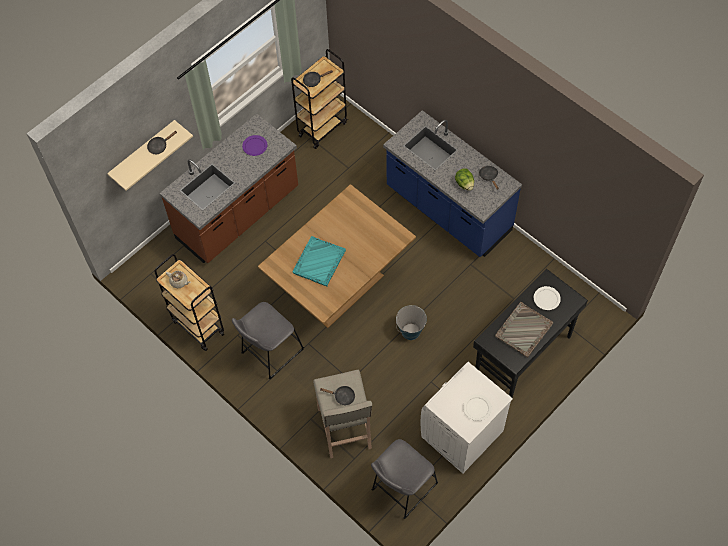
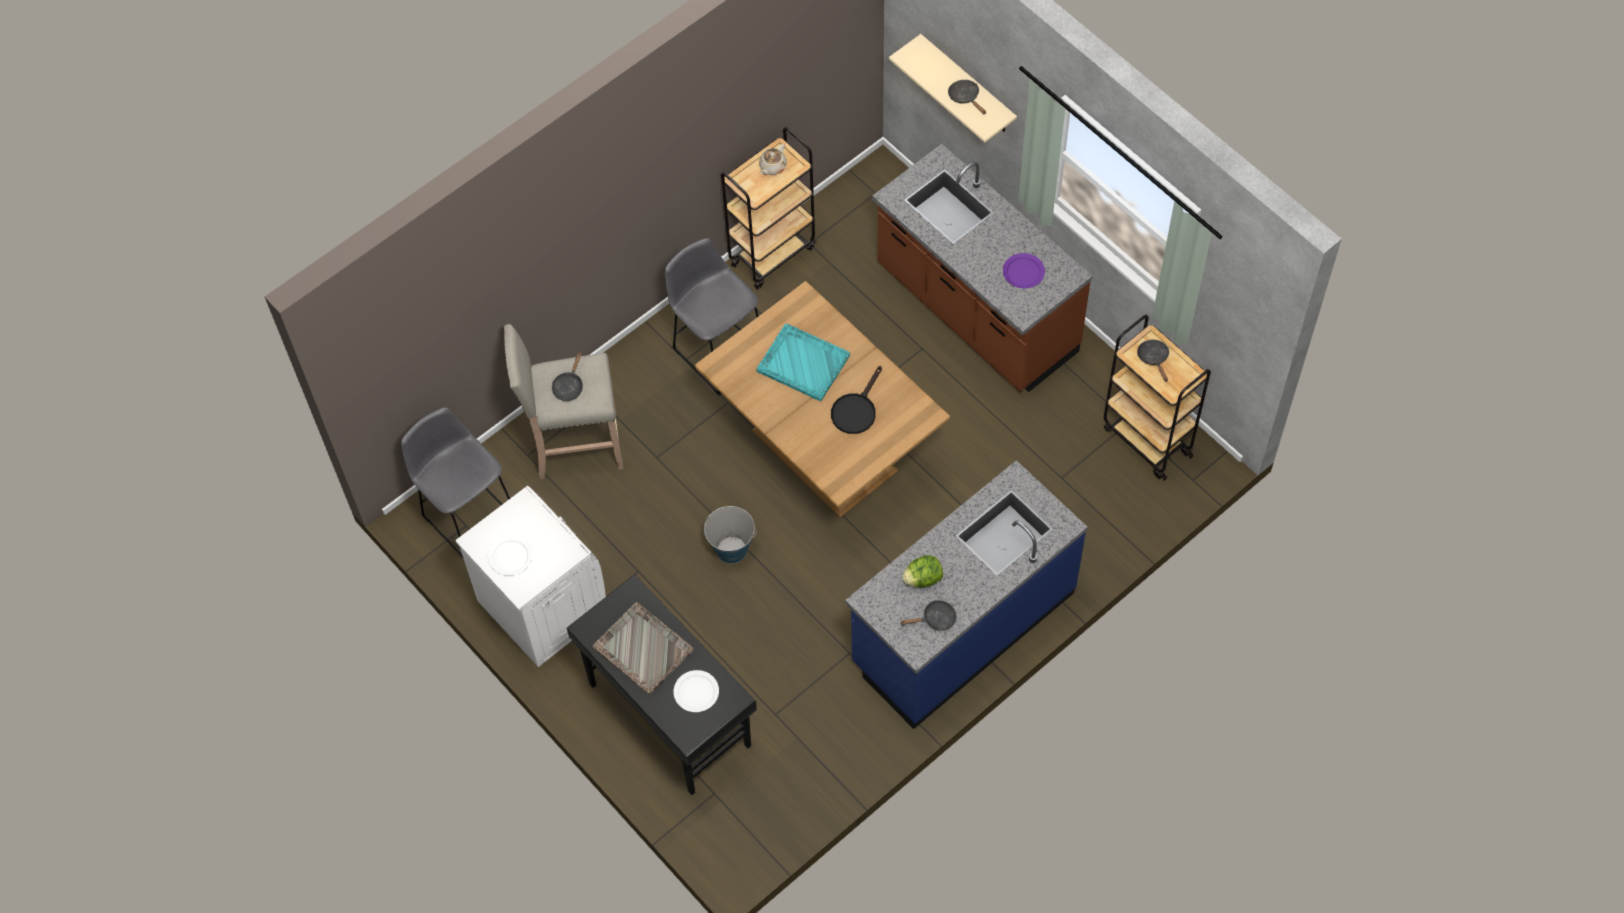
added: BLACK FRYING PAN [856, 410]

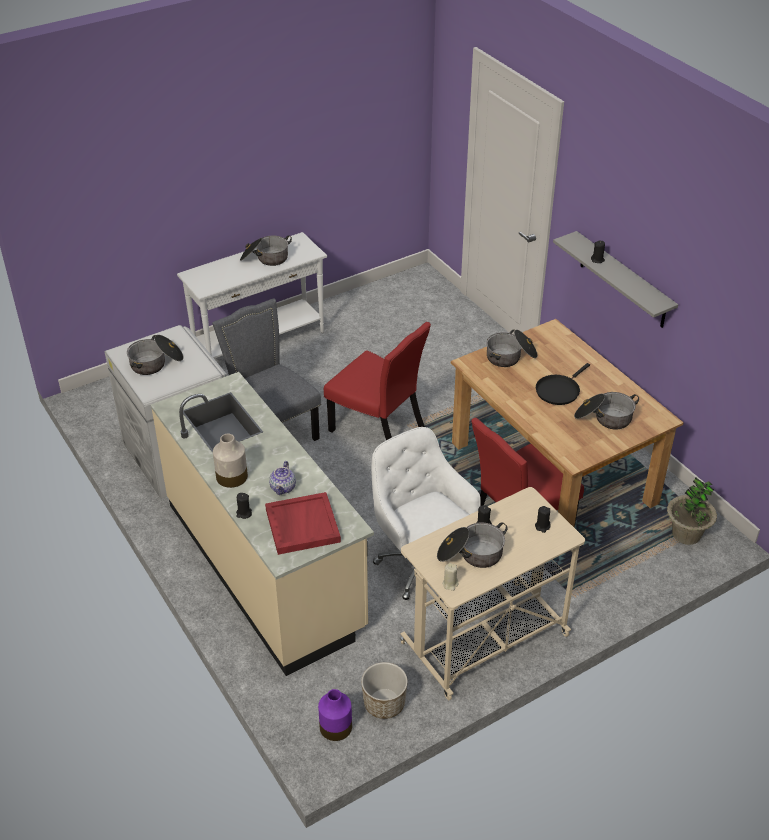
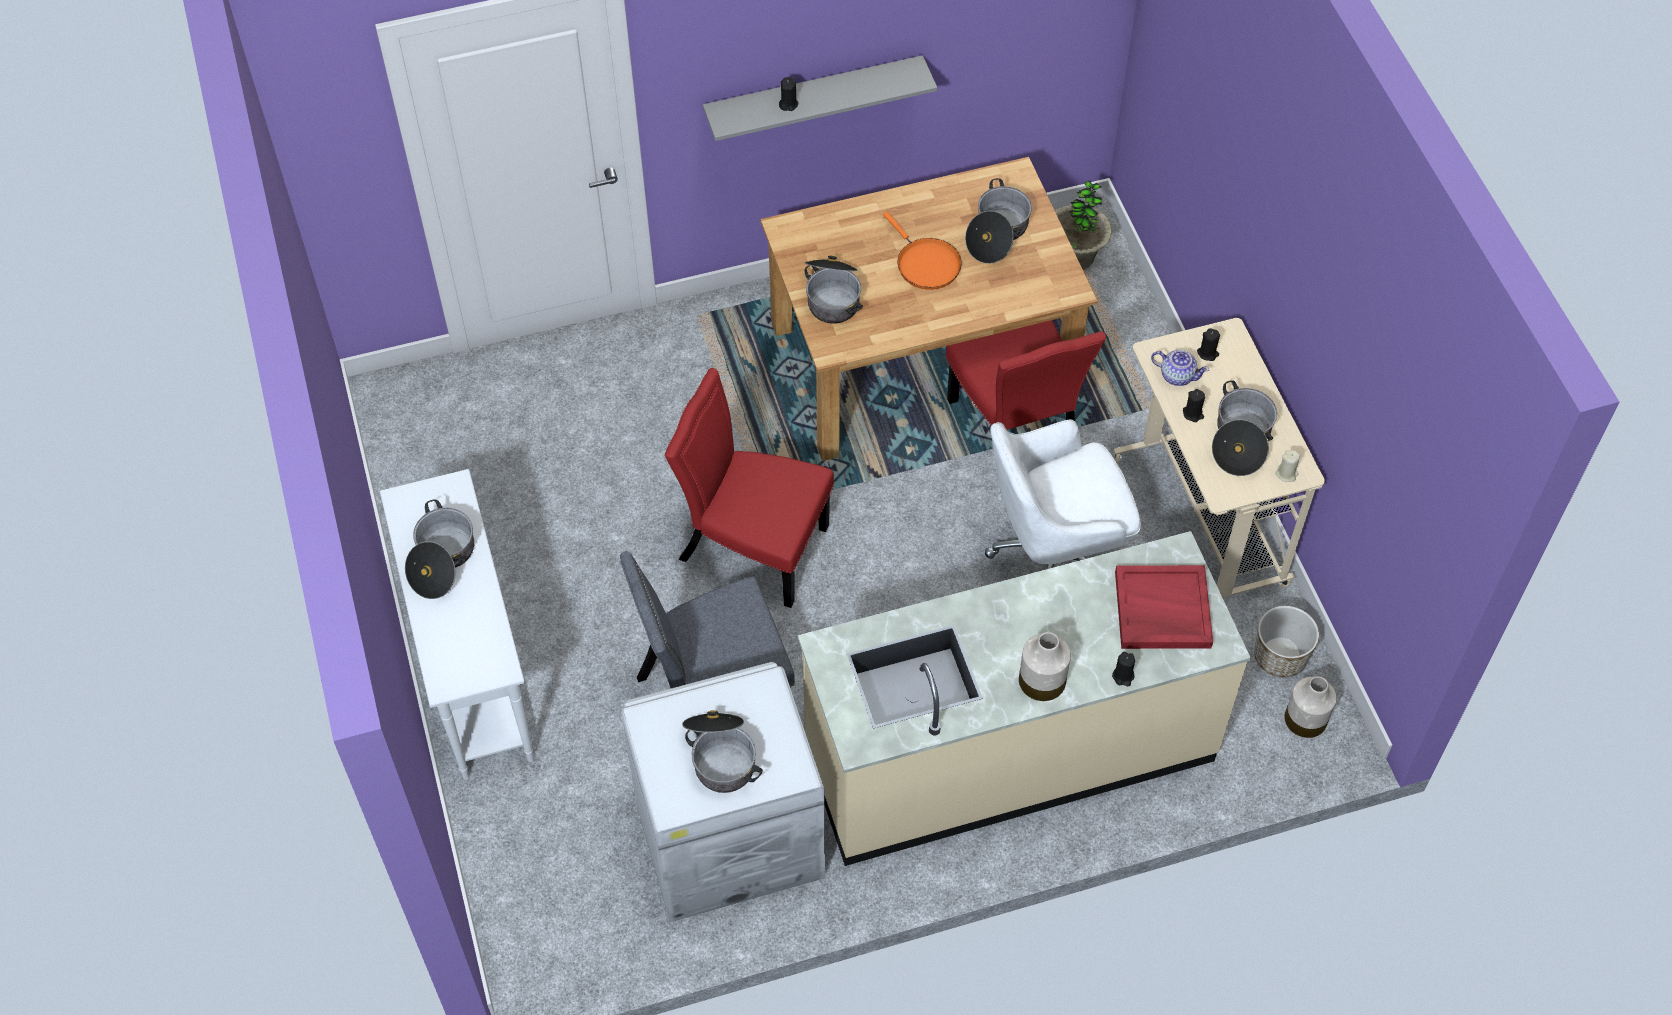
moved: TEAPOT [283, 487] to [1177, 375]
recoloured: PURPLE VASE [335, 727] to BEIGE VASE [1306, 719]; BLACK FRYING PAN [559, 390] to ORANGE FRYING PAN [925, 264]
turned: RED CHAIR [377, 427] = [755, 548] 120 degrees counterclockwise

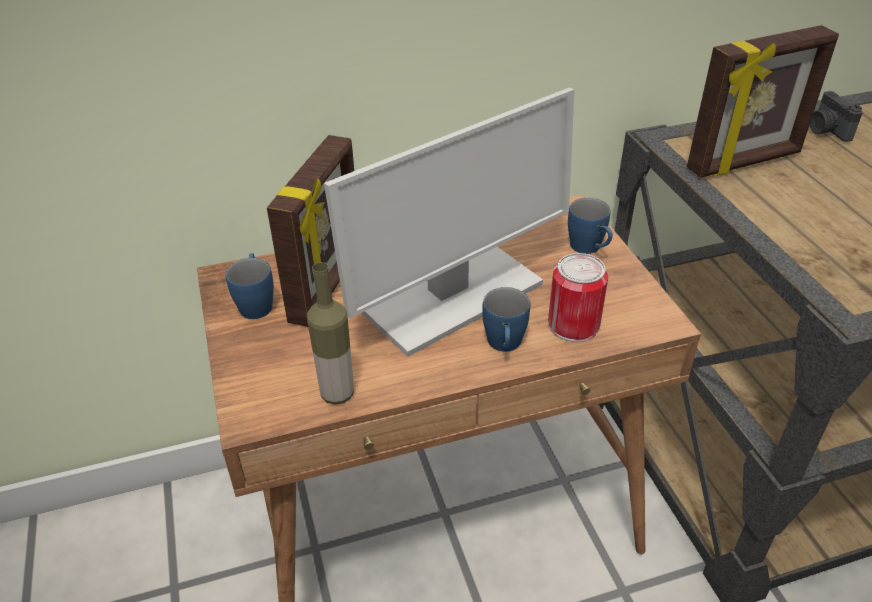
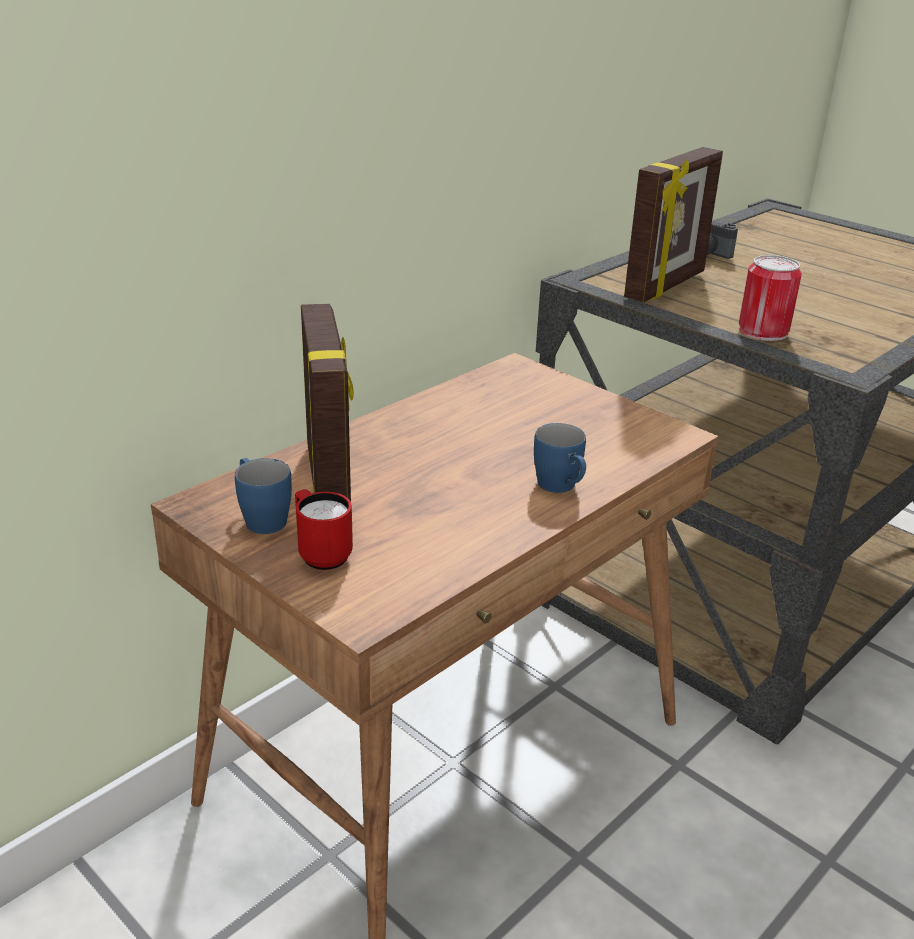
removed: BOTTLE [337, 394]; MONITOR [451, 299]; BLUE MUG [589, 249]
added: RED MUG [320, 553]
moved: CAN [573, 325] to [763, 331]

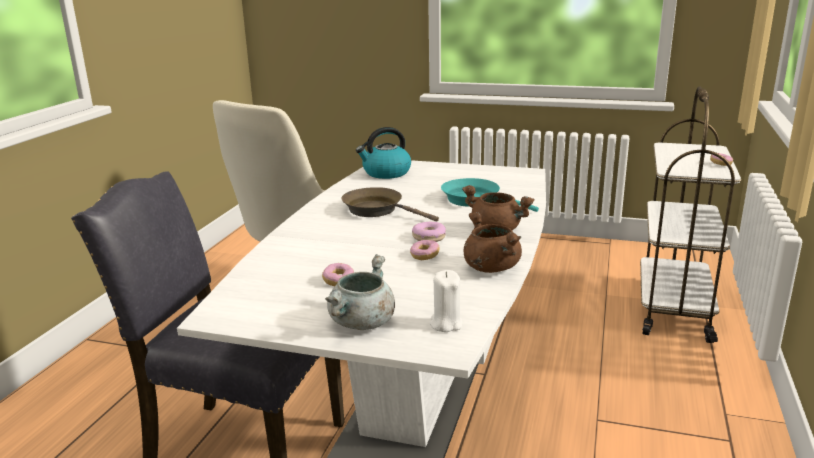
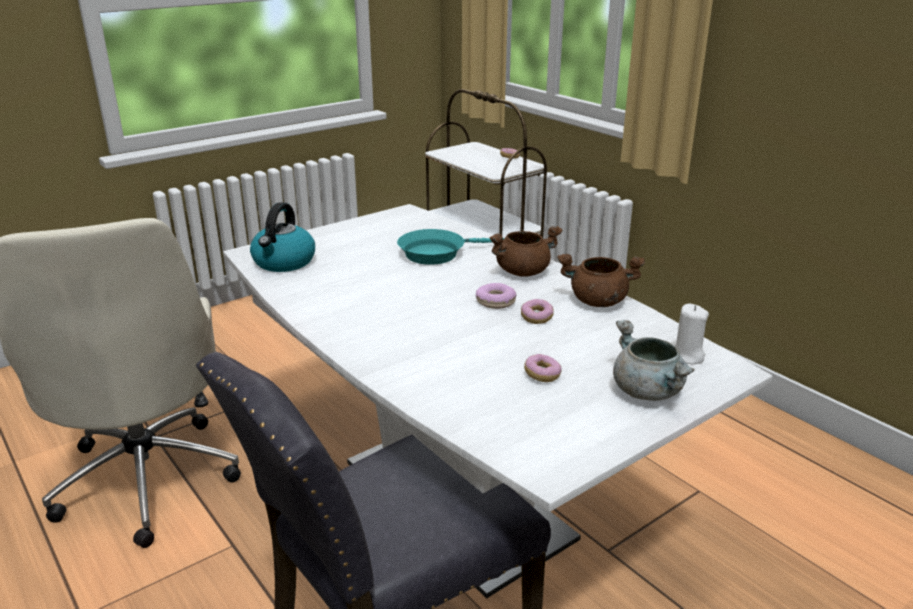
removed: BROWN FRYING PAN [377, 210]

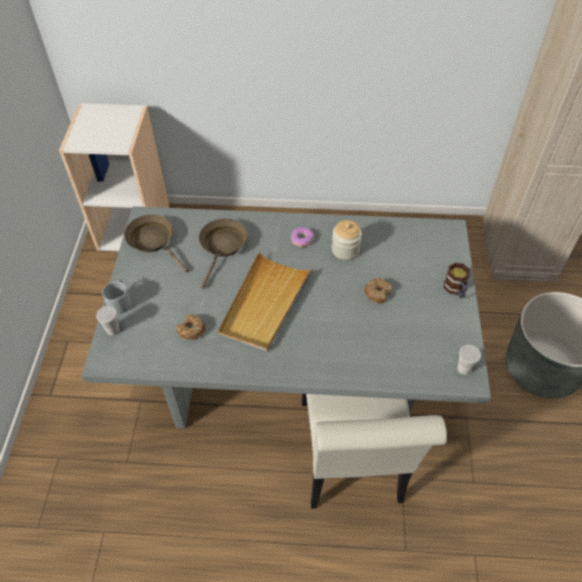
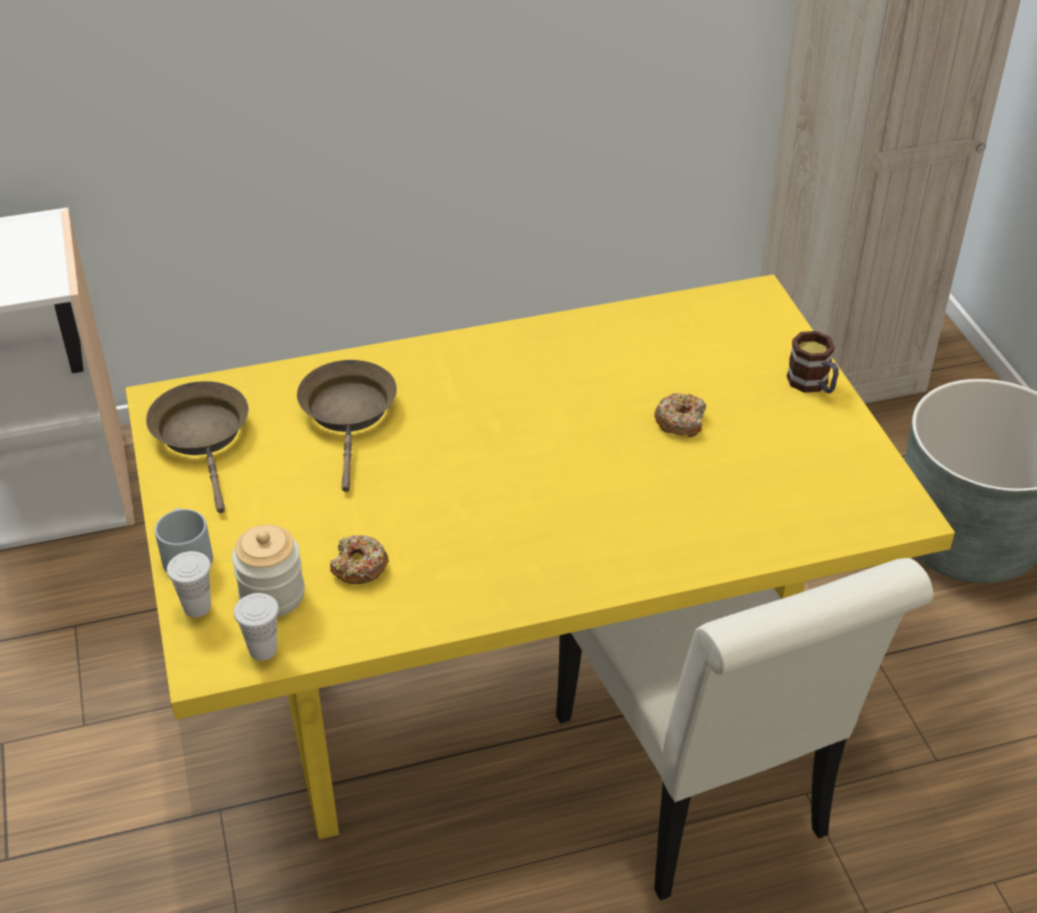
removed: BEIGE TRAY [264, 303]; DONUT [302, 239]
moved: JAR [345, 250] to [272, 595]; WHITE CUP [464, 369] to [263, 650]
recoloured: GREY DINING TABLE [293, 378] to YELLOW DINING TABLE [519, 679]
turned: BROWN FRYING PAN [154, 241] = [203, 436] 45 degrees clockwise

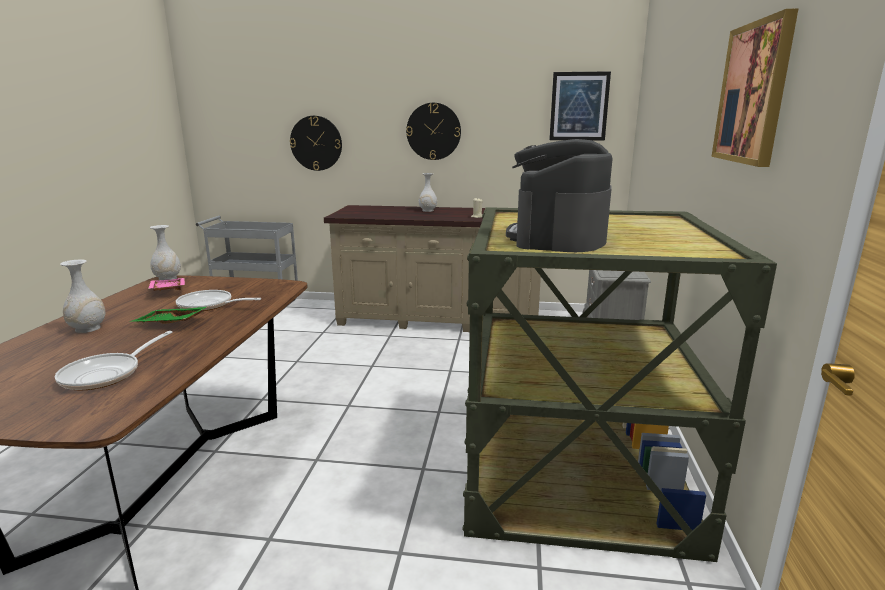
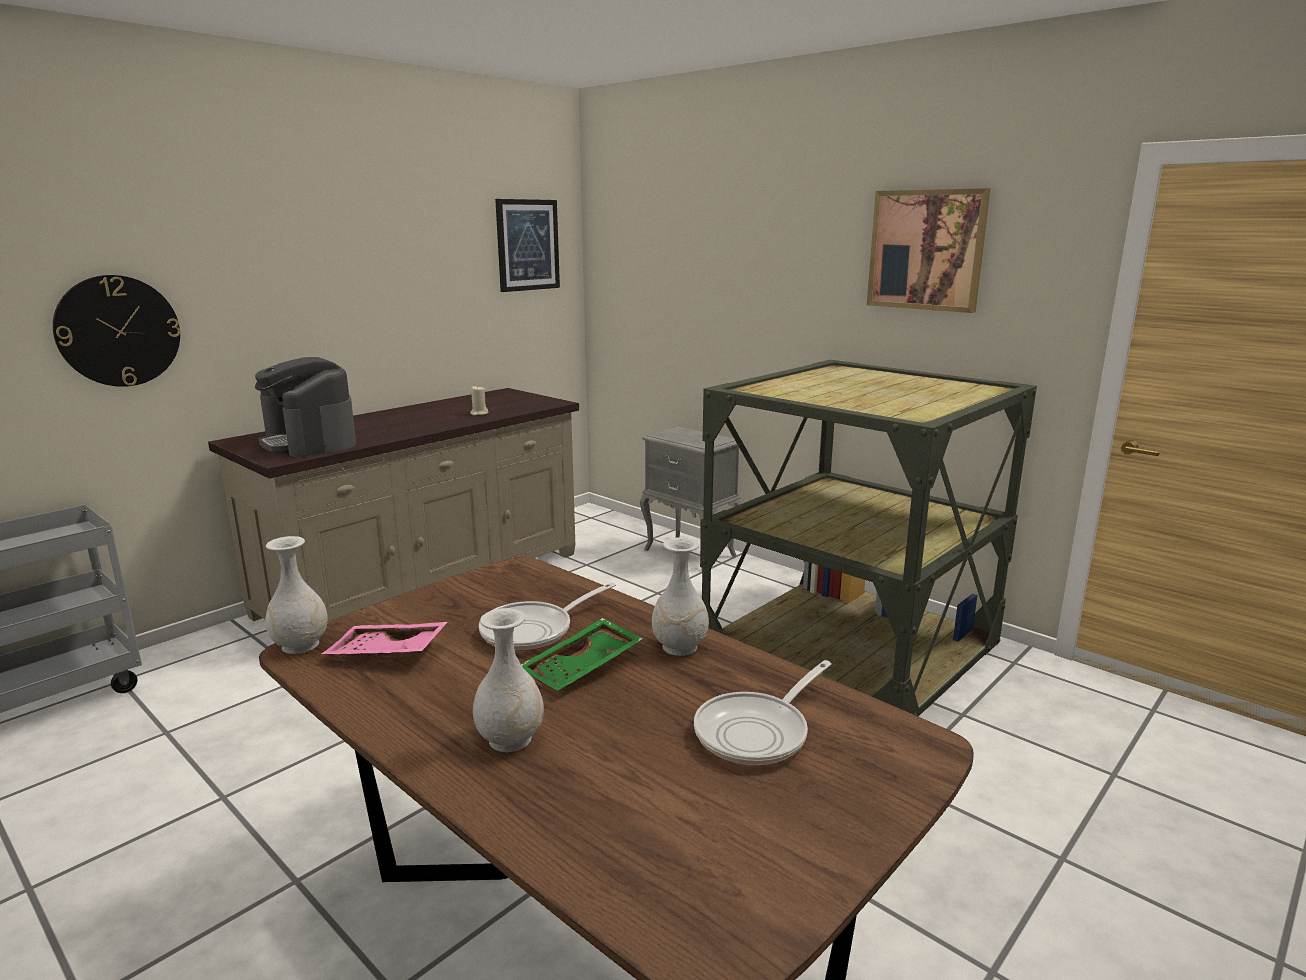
removed: WALL CLOCK [433, 131]
moved: WHITE VASE [427, 210] to [679, 647]; COFFEE MACHINE [557, 238] to [310, 442]
turned: FRYING PAN [107, 374] = [757, 732] 75 degrees clockwise

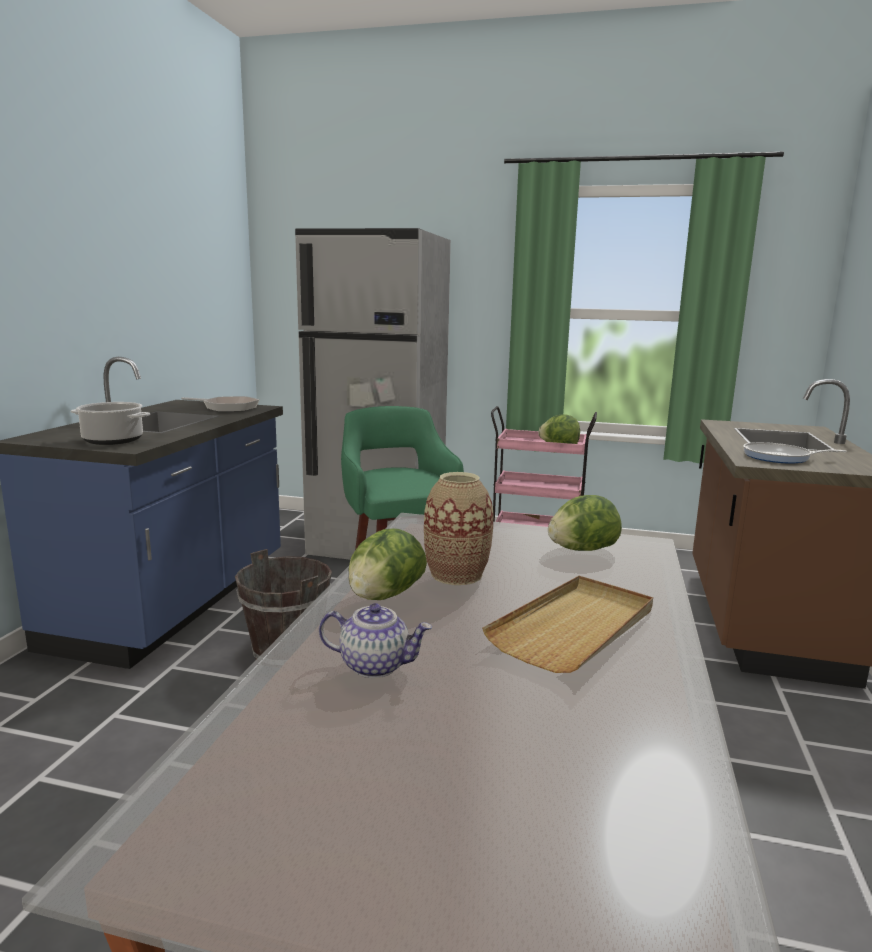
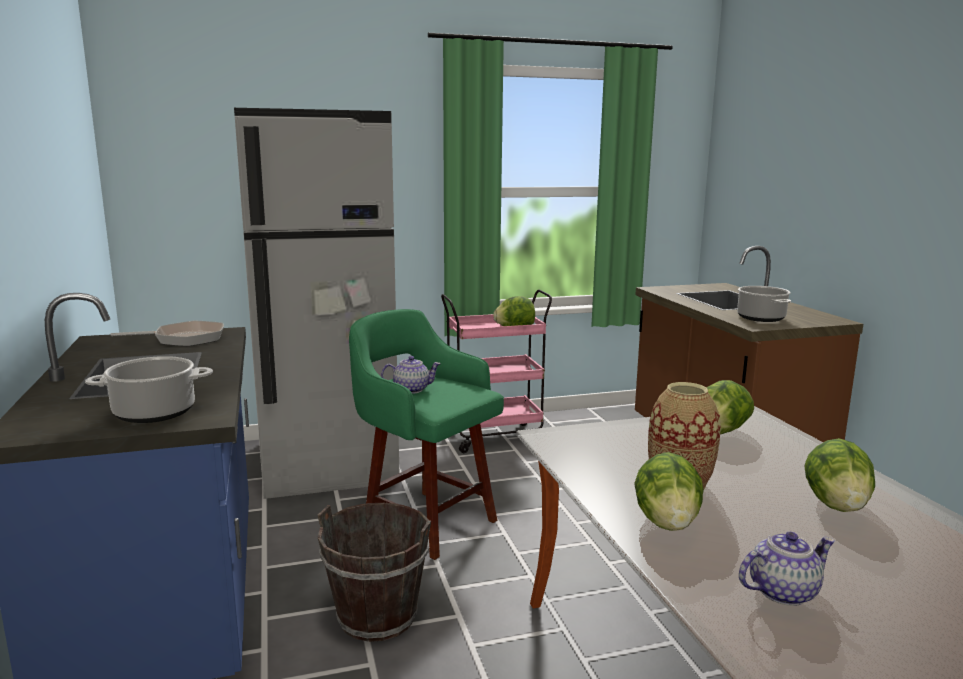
added: TEAPOT [411, 389]
replaced: BEIGE TRAY [575, 627] to LETTUCE [836, 505]; FRYING PAN [780, 457] to COOKING POT [761, 318]

